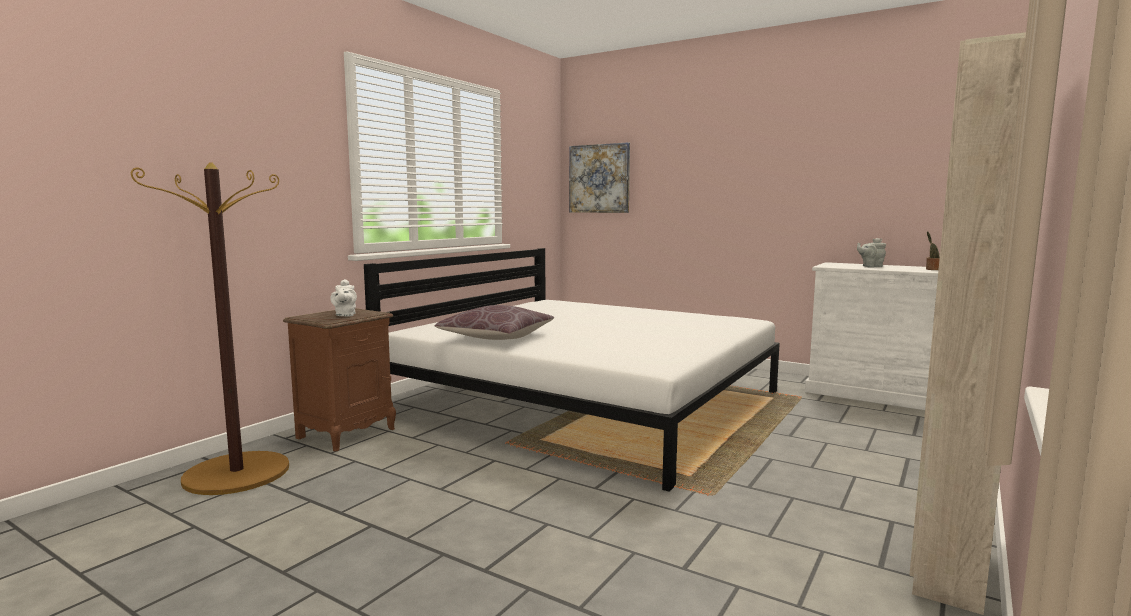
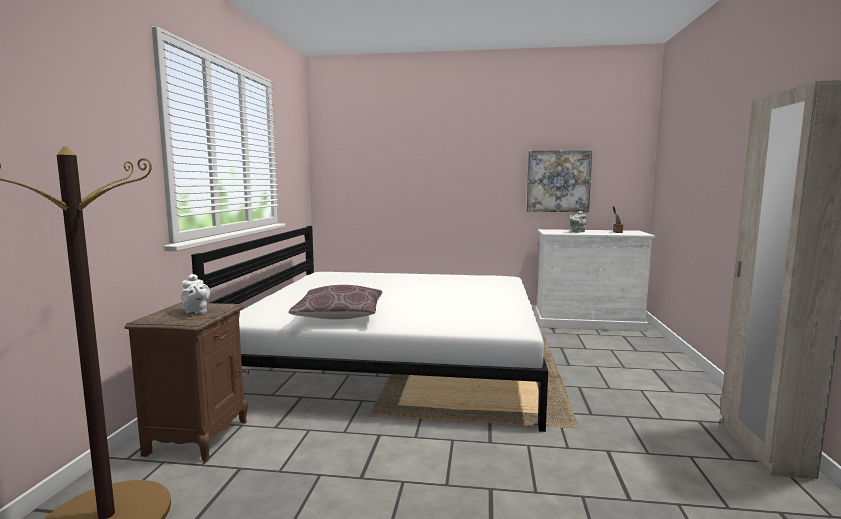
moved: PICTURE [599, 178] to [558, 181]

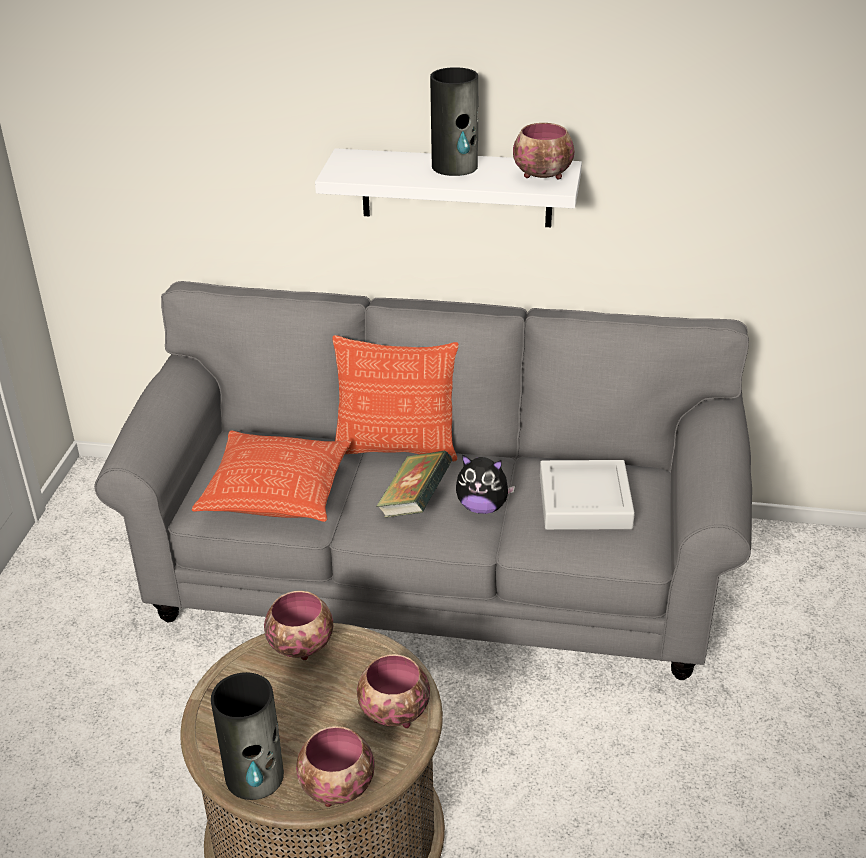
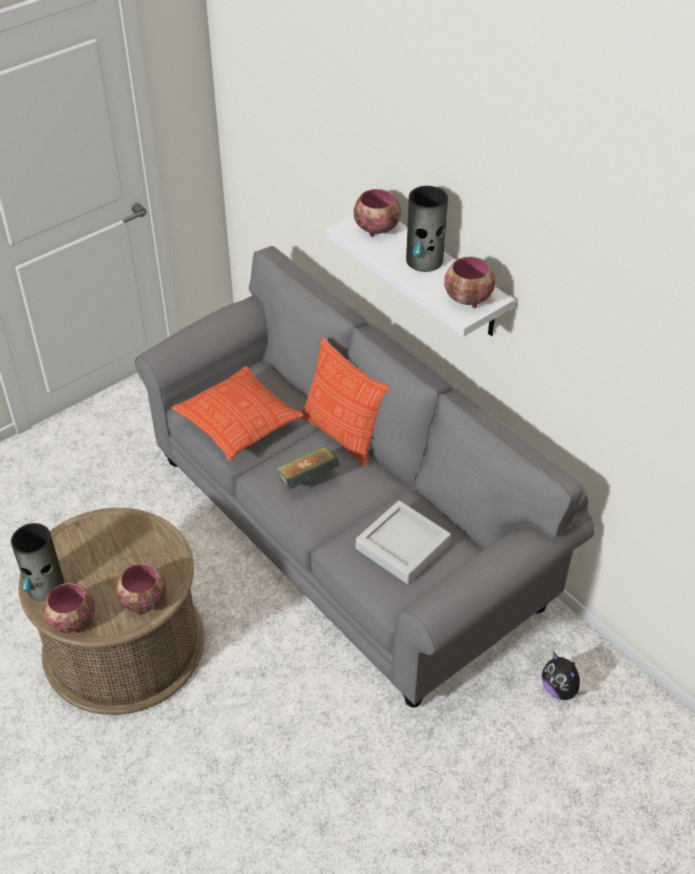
moved: BOWL [301, 645] to [378, 229]; PLUSH TOY [482, 507] to [560, 689]

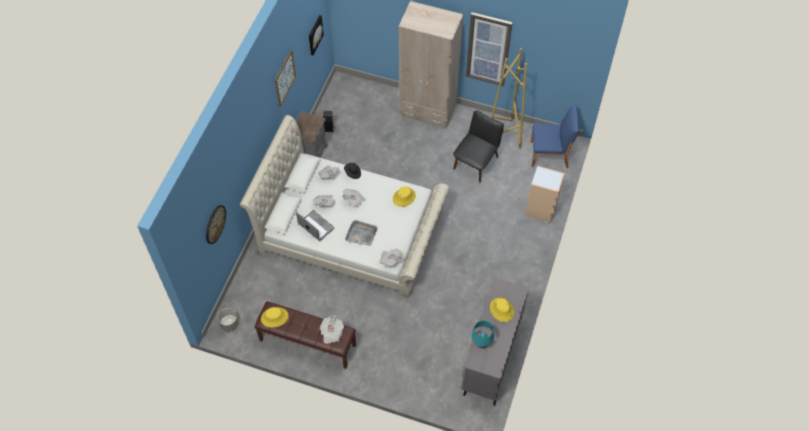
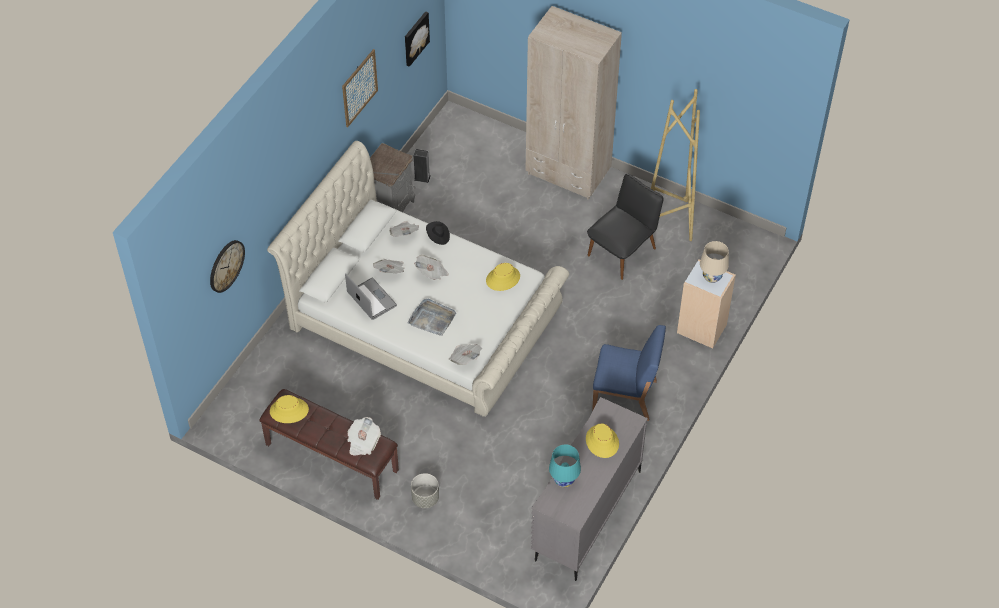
removed: PICTURE [488, 49]
added: BEIGE TABLE LAMP [712, 277]
moved: GREY PLANTER [229, 324] to [425, 498]; BLUE CHAIR [550, 155] to [625, 396]

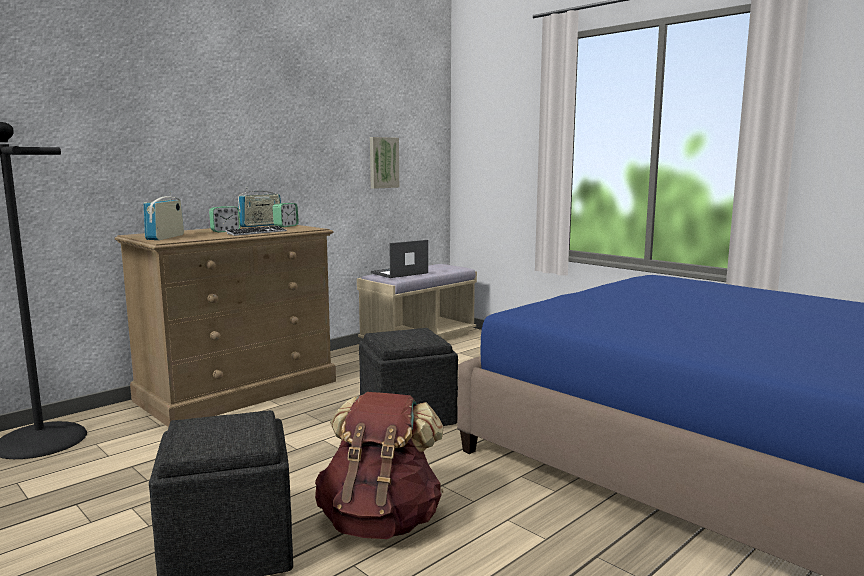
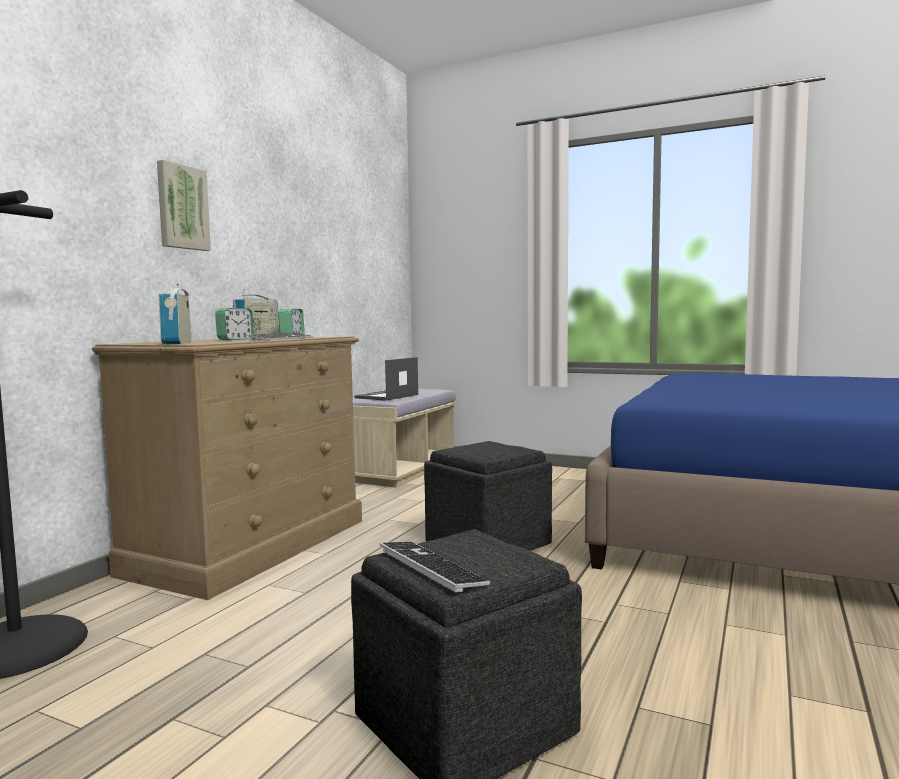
removed: BROWN BACKPACK [380, 521]
added: KEYBOARD [431, 567]
moved: PICTURE [383, 162] to [182, 207]

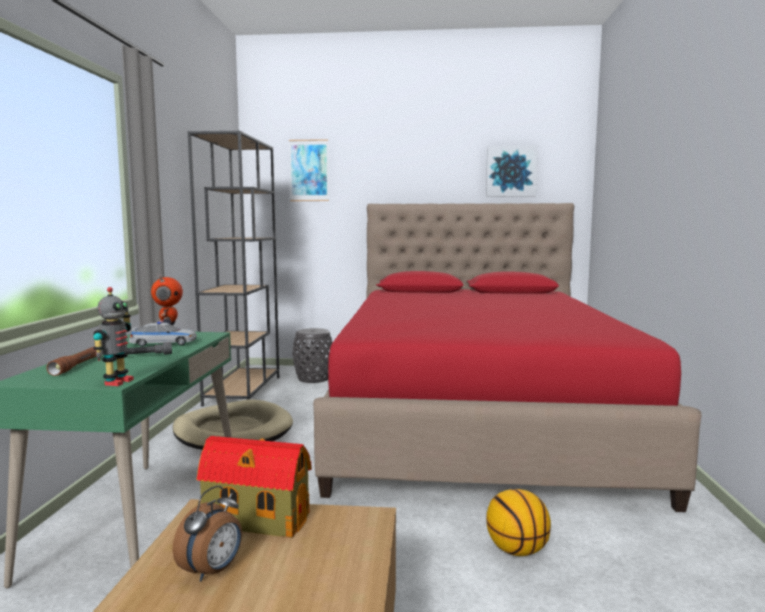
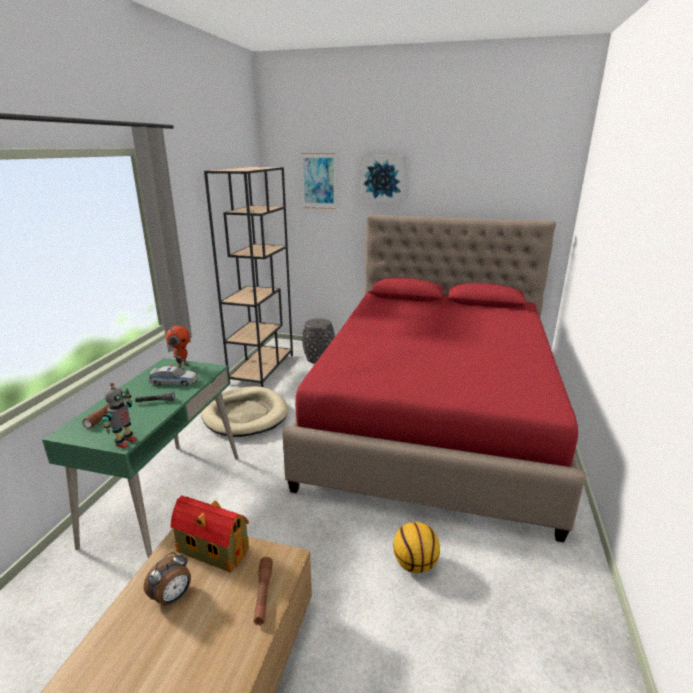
added: BROWN FLASHLIGHT [263, 594]
moved: PICTURE [511, 171] to [383, 179]

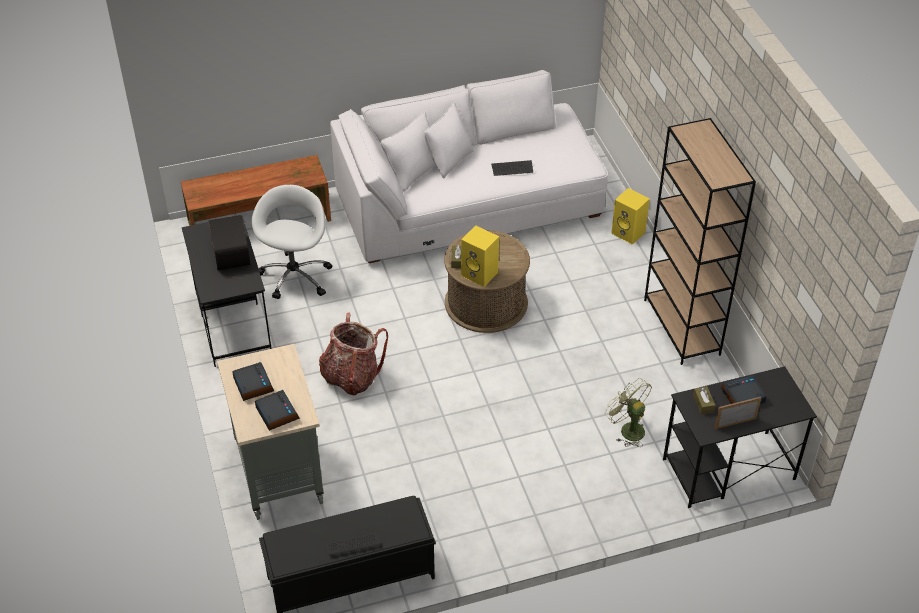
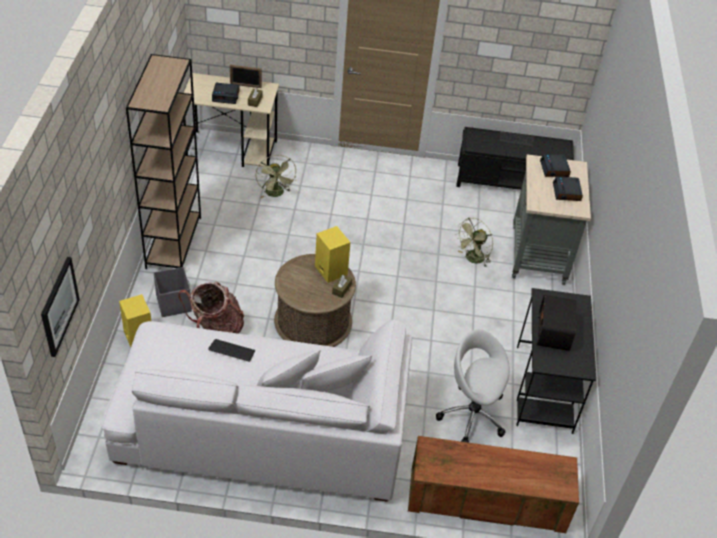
added: PICTURE [59, 306]; GREY STORAGE BOX [174, 303]; GREEN FAN [472, 259]
moved: BACKPACK [351, 376] to [216, 329]
recoloured: BLACK DESK [727, 469] to BEIGE DESK [232, 150]
turned: WHITE OFFICE CHAIR [296, 276] = [471, 415] 75 degrees clockwise

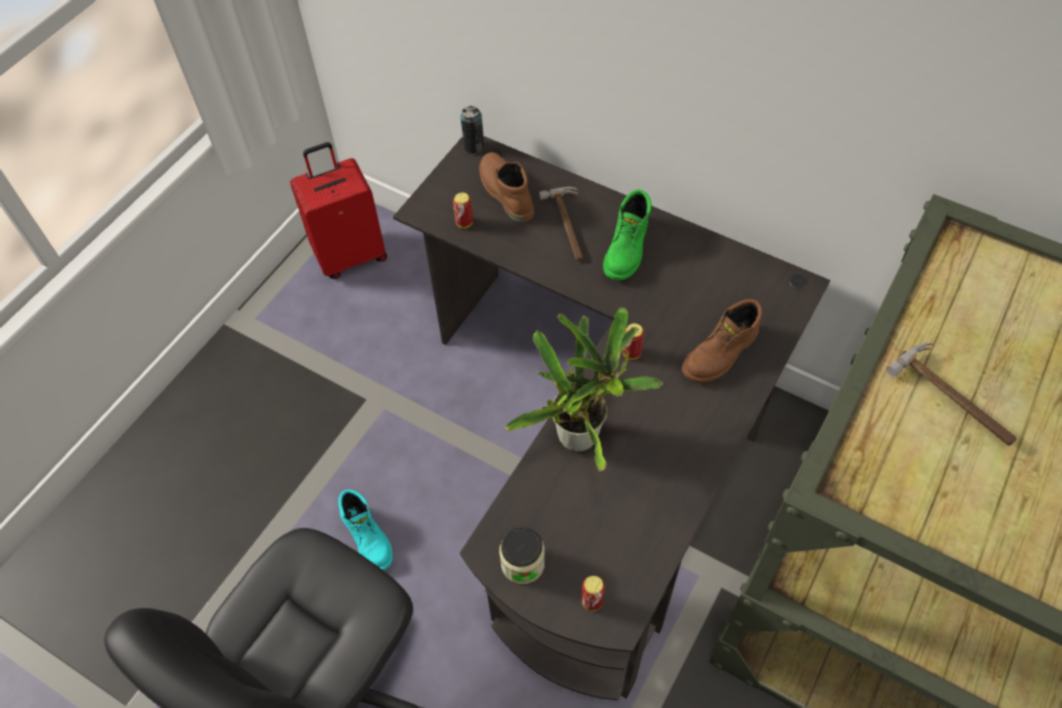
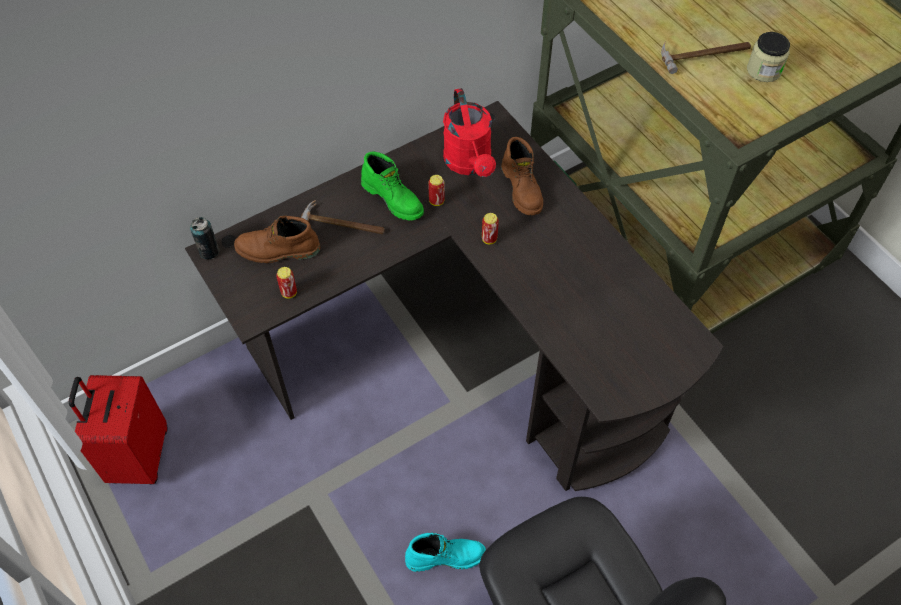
removed: POTTED PLANT [583, 432]
added: RED WATERING CAN [470, 164]
moved: JAR [522, 563] to [764, 70]; CAN [592, 601] to [436, 201]

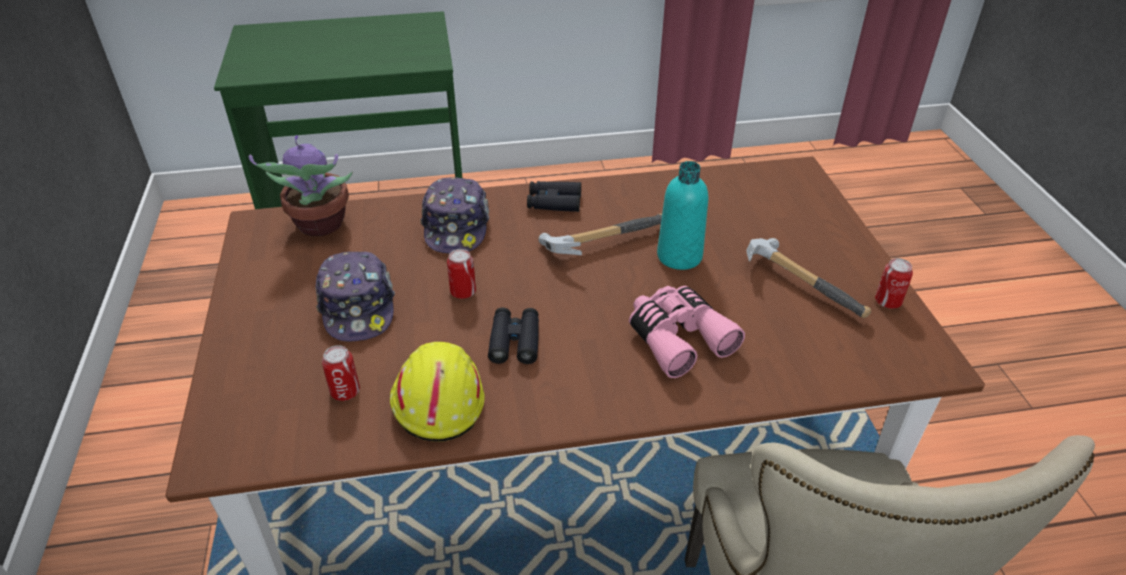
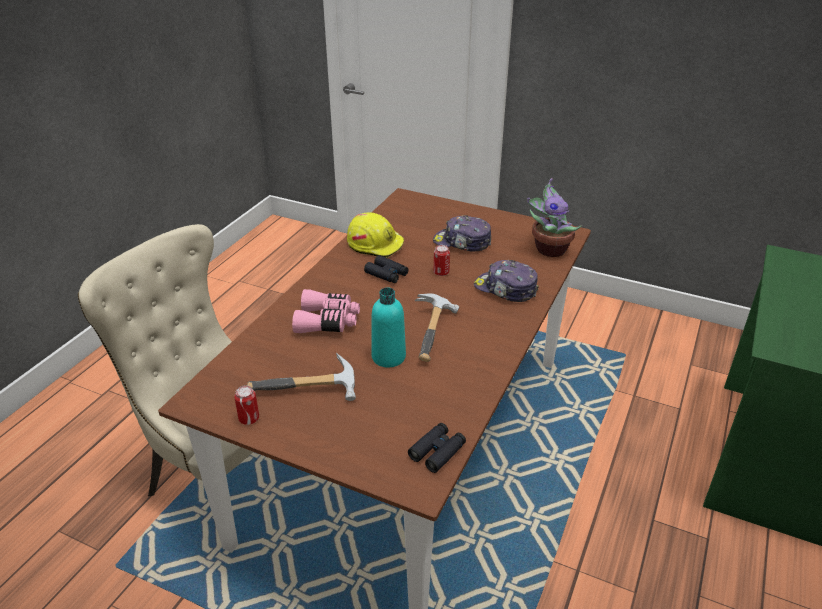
removed: CAN [345, 392]
moved: BLACK BINOCULARS [554, 202] to [437, 451]

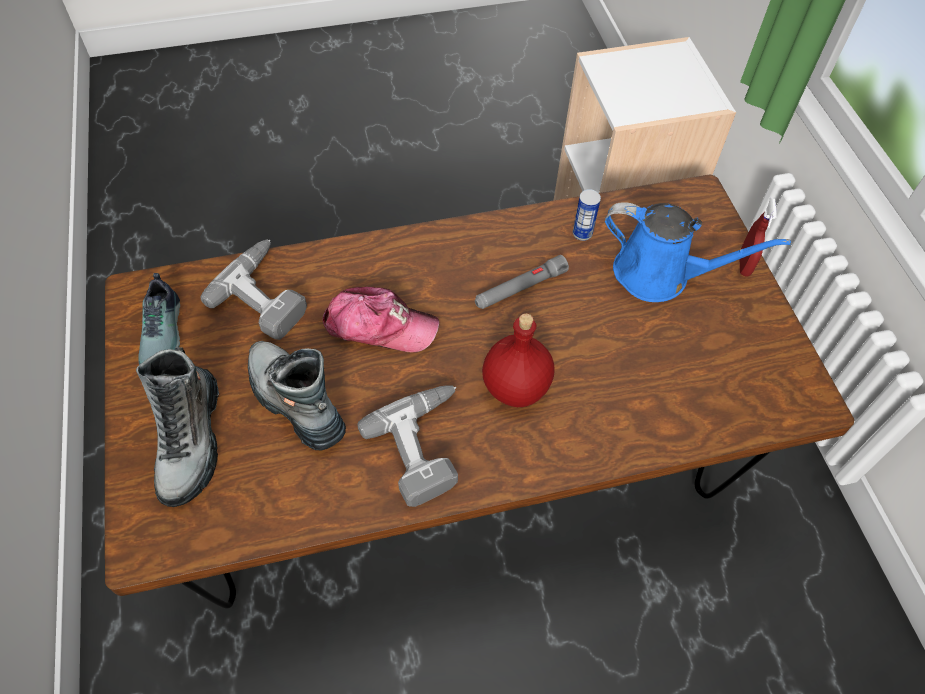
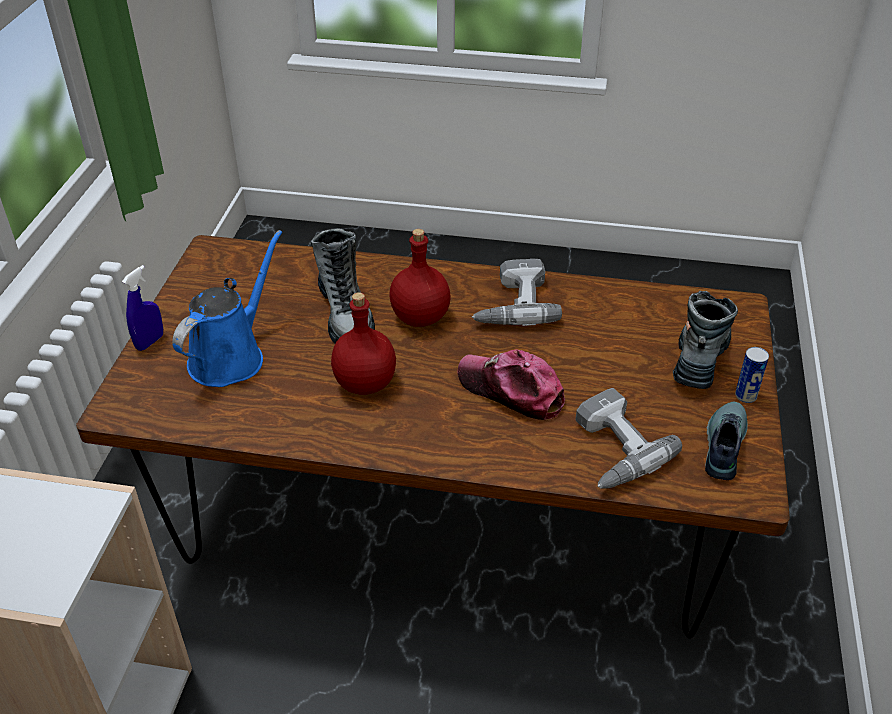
moved: BOOT [295, 401] to [345, 314]; CAN [582, 233] to [745, 396]
replaced: GREY FLASHLIGHT [520, 288] to RED BOTTLE [364, 383]
recoloured: RED SPRAY BOTTLE [744, 265] to BLUE SPRAY BOTTLE [150, 342]
turned: BLUE WATERING CAN [659, 275] = [231, 356] 75 degrees clockwise

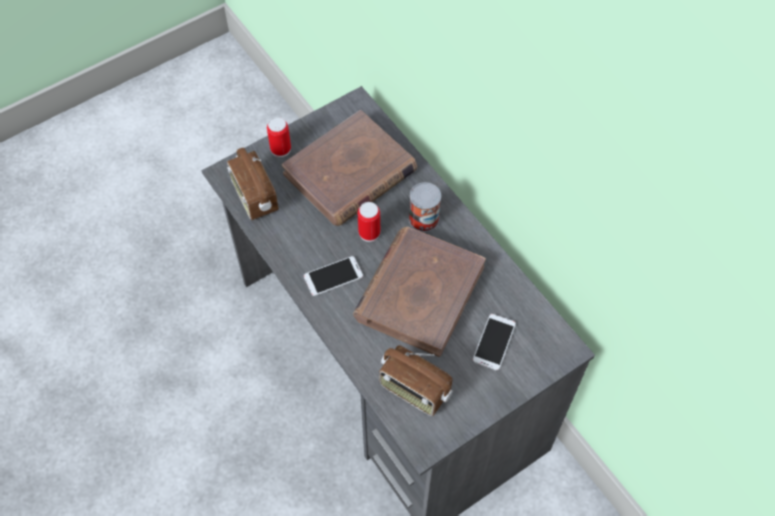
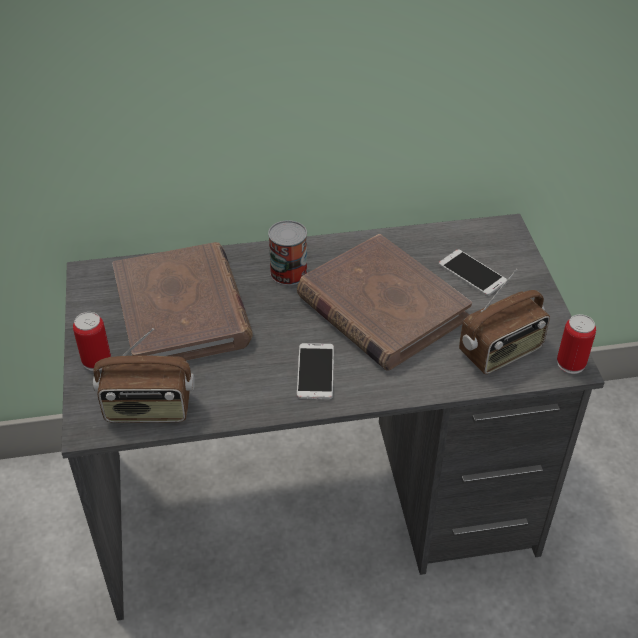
moved: CAN [369, 233] to [571, 363]

